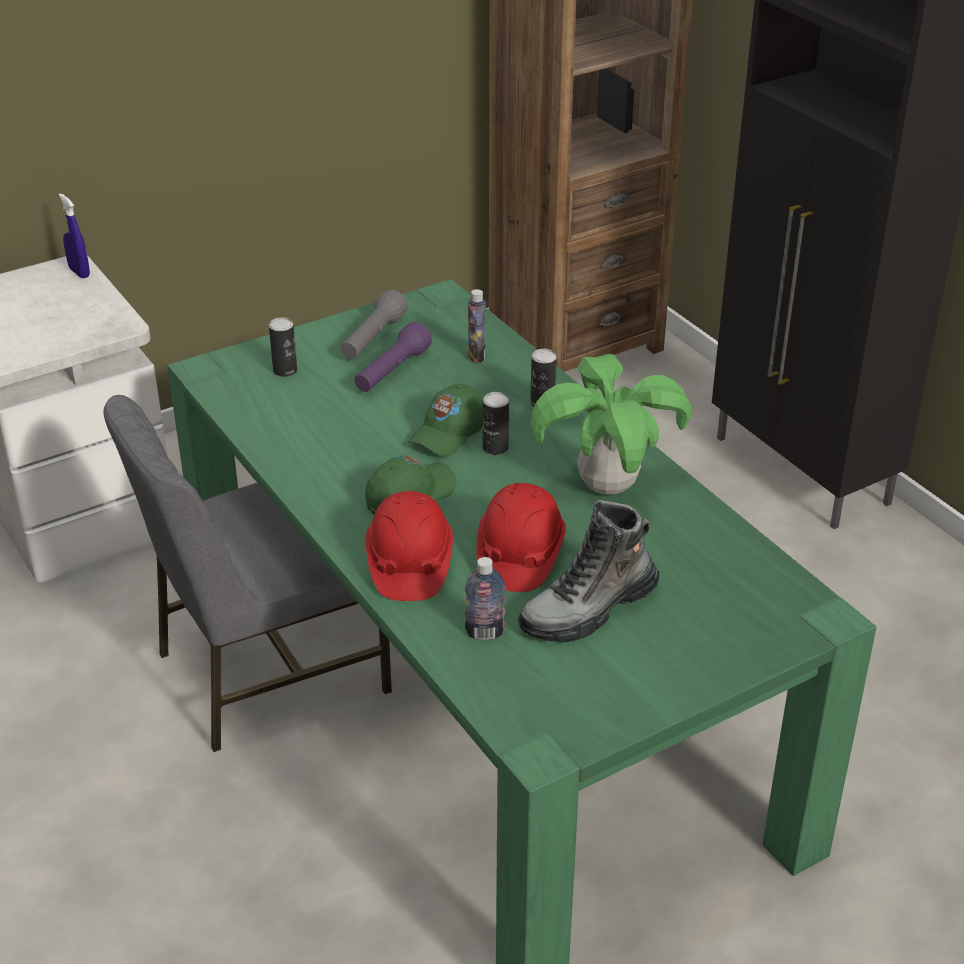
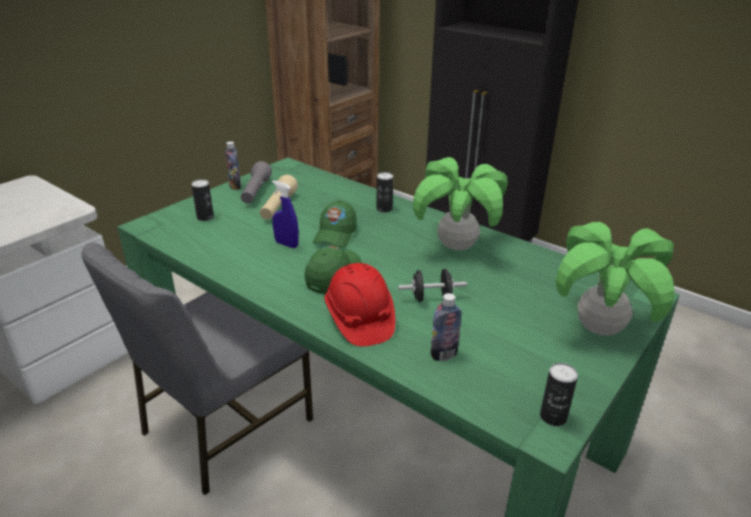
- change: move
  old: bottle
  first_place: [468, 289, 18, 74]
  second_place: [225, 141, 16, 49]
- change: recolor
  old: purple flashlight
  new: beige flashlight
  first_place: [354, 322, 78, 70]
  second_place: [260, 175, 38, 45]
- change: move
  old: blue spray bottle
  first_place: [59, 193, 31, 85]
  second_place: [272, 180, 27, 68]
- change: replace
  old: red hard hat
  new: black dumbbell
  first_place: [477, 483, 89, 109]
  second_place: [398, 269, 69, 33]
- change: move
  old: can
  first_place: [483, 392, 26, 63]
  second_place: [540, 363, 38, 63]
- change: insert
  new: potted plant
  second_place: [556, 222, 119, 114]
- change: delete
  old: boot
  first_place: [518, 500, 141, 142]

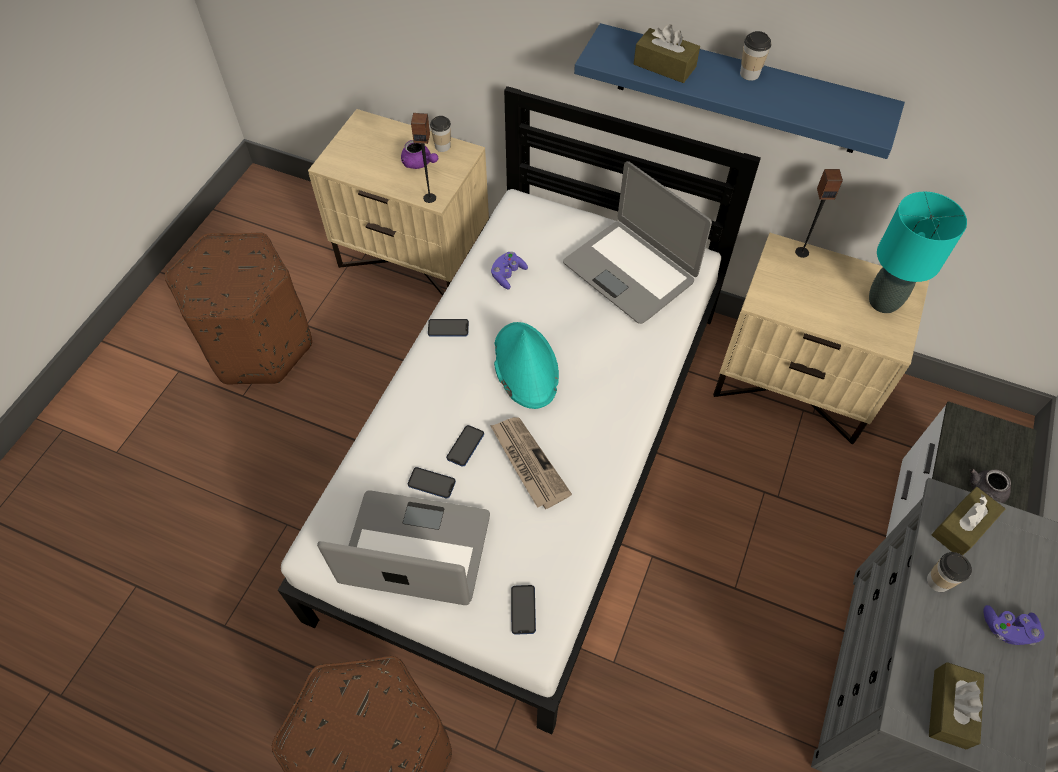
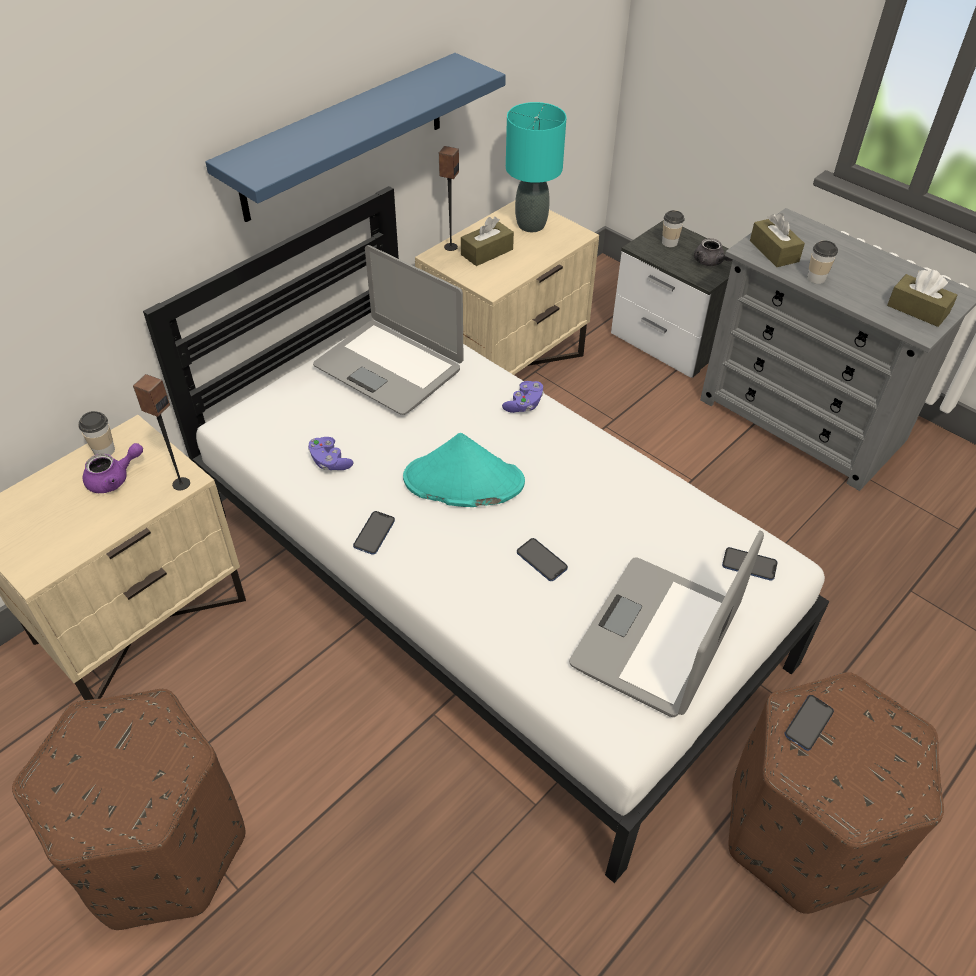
- change: rotate
  old: laptop
  first_place: [563, 161, 149, 163]
  second_place: [313, 245, 151, 170]
  degrees: 60
- change: move
  old: brown tissue box
  first_place: [634, 24, 66, 59]
  second_place: [461, 217, 53, 49]
- change: move
  old: purple game controller
  first_place: [983, 605, 62, 40]
  second_place: [502, 381, 42, 32]
- change: move
  old: cup
  first_place: [740, 31, 31, 50]
  second_place: [662, 210, 23, 37]
- change: move
  old: phone
  first_place: [408, 467, 48, 32]
  second_place: [784, 695, 50, 56]
- change: delete
  old: newspaper
  first_place: [490, 417, 82, 92]

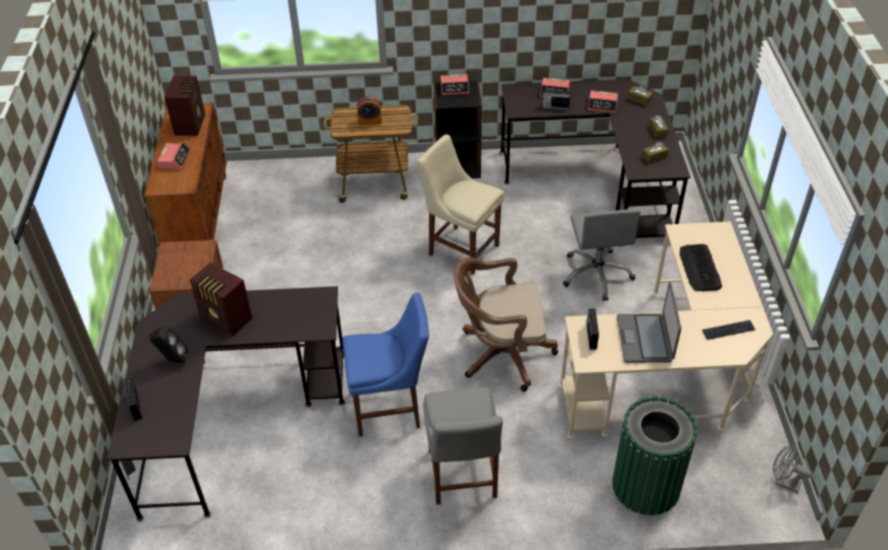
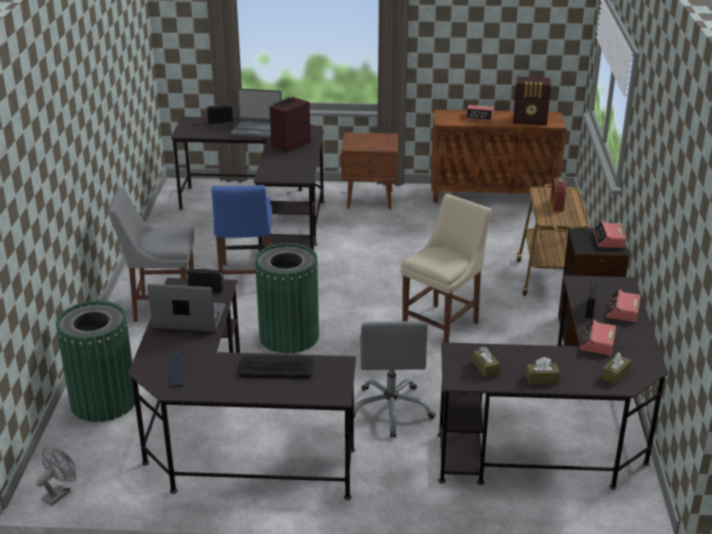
- change: recolor
  old: beige desk
  new: black desk
  first_place: [559, 221, 214, 217]
  second_place: [128, 278, 228, 222]
- change: replace
  old: black speaker
  new: laptop
  first_place: [149, 325, 39, 38]
  second_place: [231, 88, 51, 50]
- change: replace
  old: brown office chair
  new: green trash can
  first_place: [454, 257, 104, 135]
  second_place: [255, 243, 64, 110]
- change: rotate
  old: grey office chair
  first_place: [563, 209, 78, 92]
  second_place: [354, 321, 81, 117]
  degrees: -90

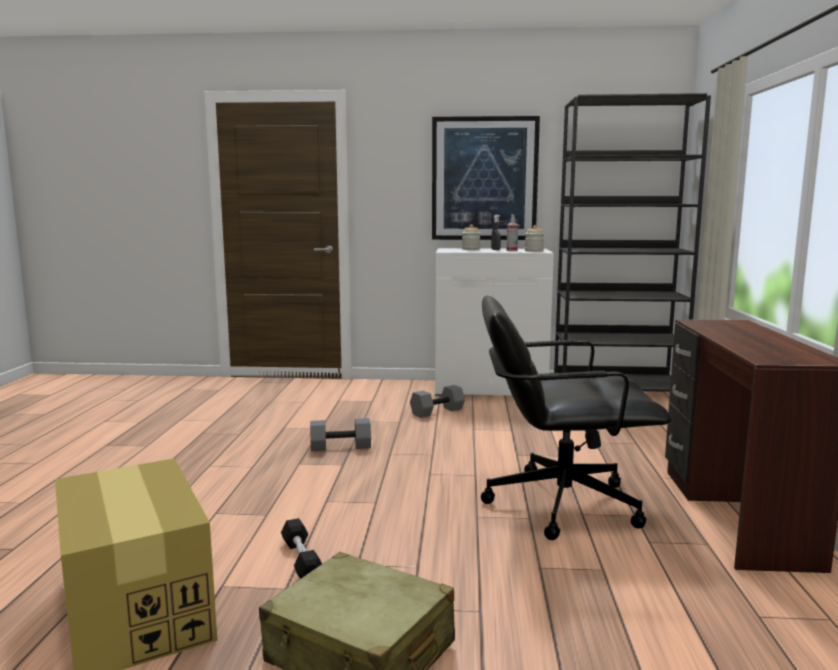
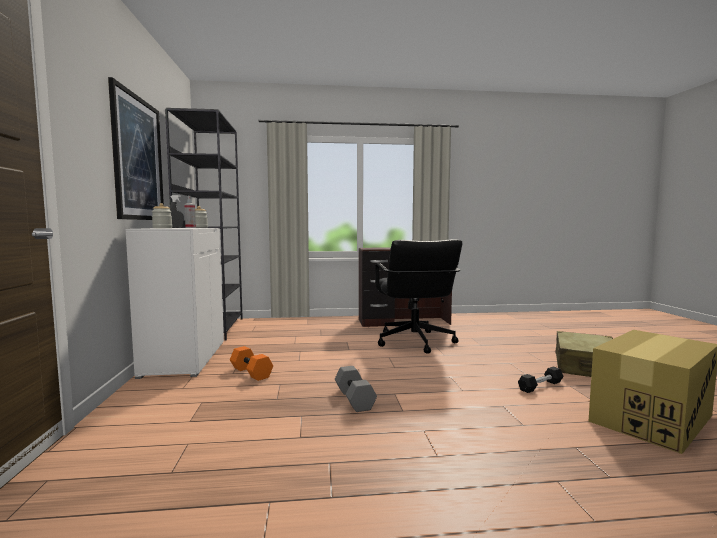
- change: recolor
  old: grey dumbbell
  new: orange dumbbell
  first_place: [410, 385, 55, 33]
  second_place: [230, 346, 43, 35]

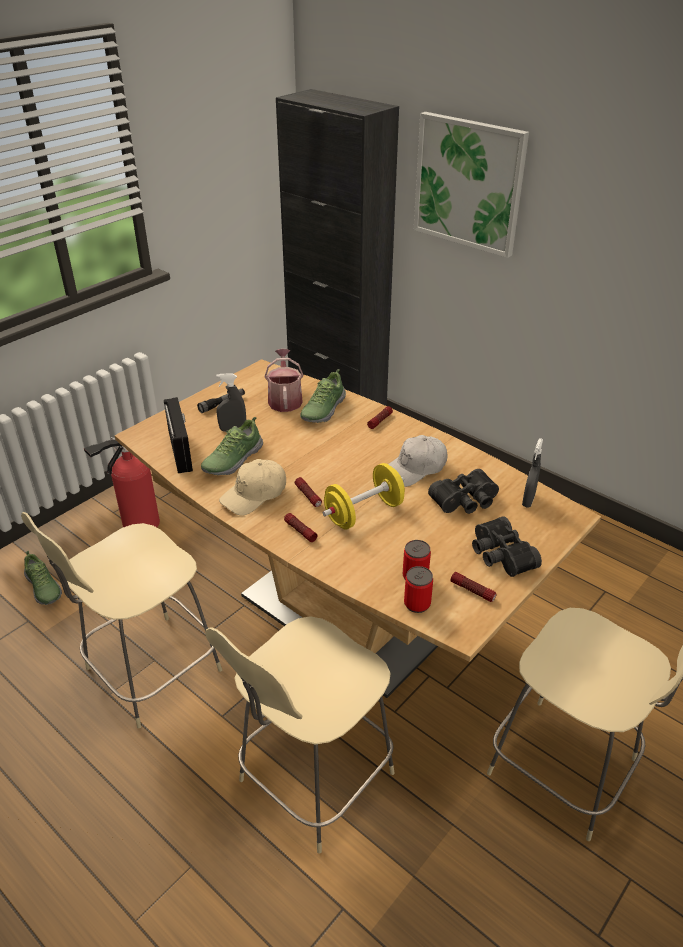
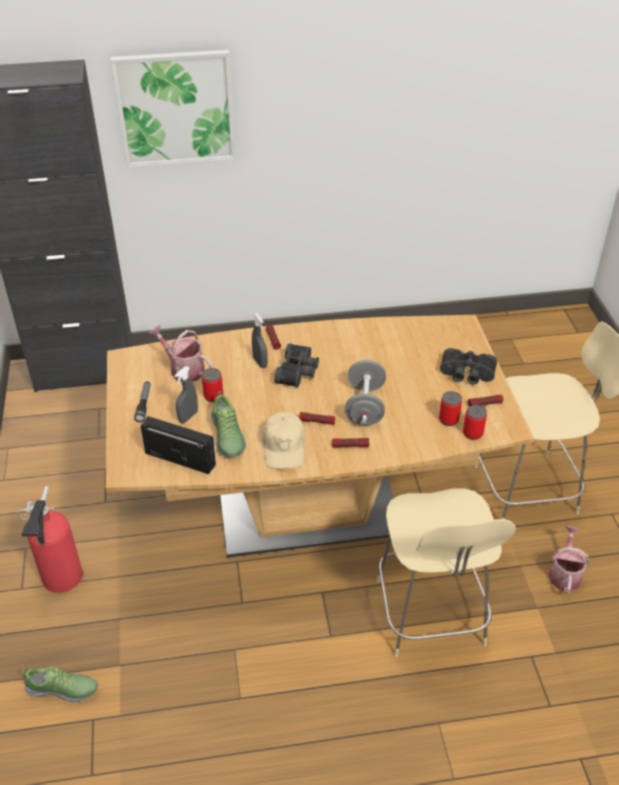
- change: insert
  new: can
  second_place: [202, 368, 21, 34]
- change: move
  old: grey spray bottle
  first_place: [522, 438, 21, 70]
  second_place: [252, 313, 16, 55]
- change: move
  old: black binoculars
  first_place: [428, 469, 71, 45]
  second_place: [274, 343, 45, 44]
- change: recolor
  old: yellow dumbbell
  new: grey dumbbell
  first_place: [323, 463, 82, 67]
  second_place: [345, 360, 41, 65]
- change: insert
  new: watering can
  second_place: [549, 525, 40, 69]
- change: delete
  old: beige stool
  first_place: [21, 512, 201, 217]
- change: delete
  old: shoe
  first_place: [300, 369, 46, 54]
- change: delete
  old: white cap
  first_place: [388, 435, 60, 52]

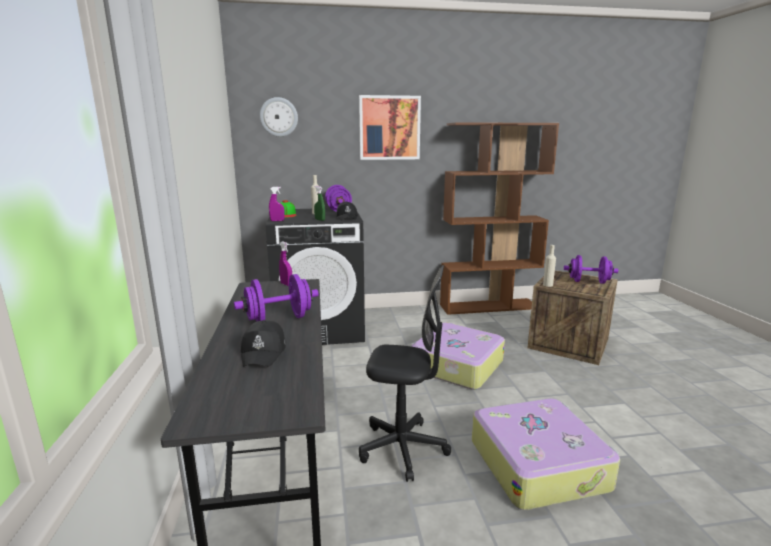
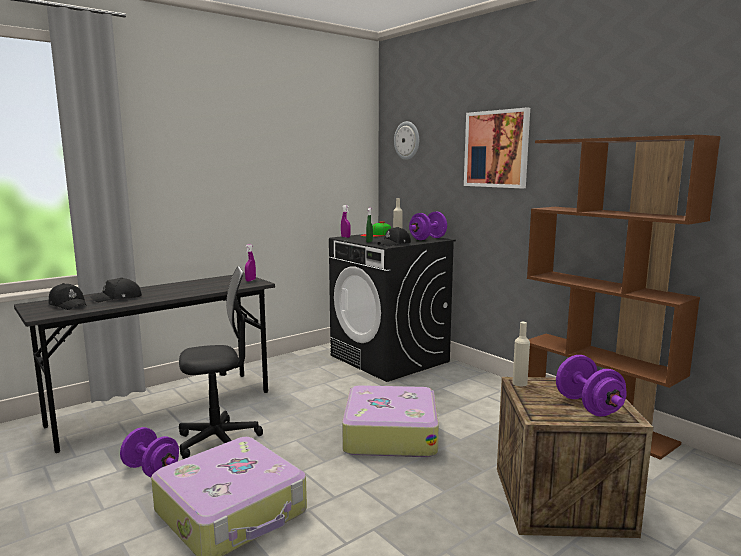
- change: insert
  new: black cap
  second_place: [48, 283, 39, 27]
- change: move
  old: purple dumbbell
  first_place: [234, 274, 85, 48]
  second_place: [120, 427, 59, 50]
- change: rotate
  old: black office chair
  first_place: [359, 265, 92, 217]
  second_place: [179, 266, 84, 193]
  degrees: -90

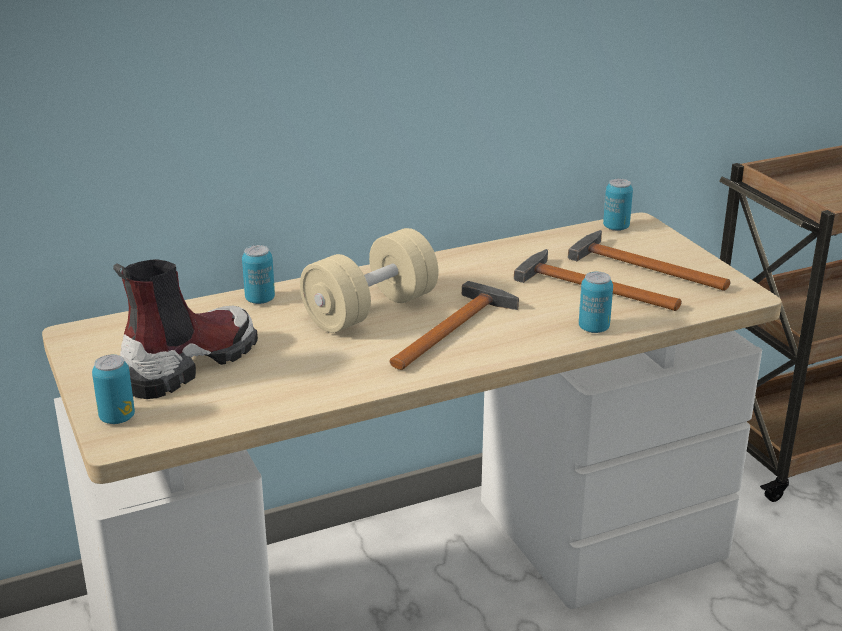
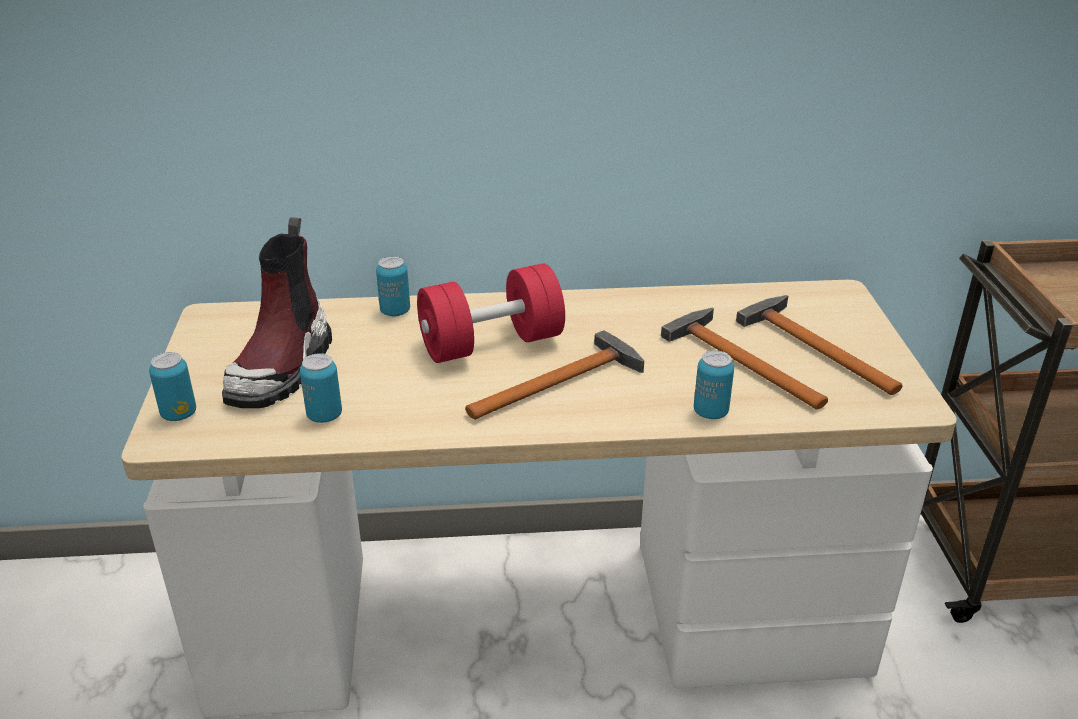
- change: rotate
  old: boot
  first_place: [113, 259, 145, 140]
  second_place: [222, 217, 110, 191]
  degrees: 135
- change: move
  old: can
  first_place: [603, 178, 30, 53]
  second_place: [300, 353, 42, 70]
- change: recolor
  old: beige dumbbell
  new: red dumbbell
  first_place: [300, 228, 139, 105]
  second_place: [417, 263, 148, 100]

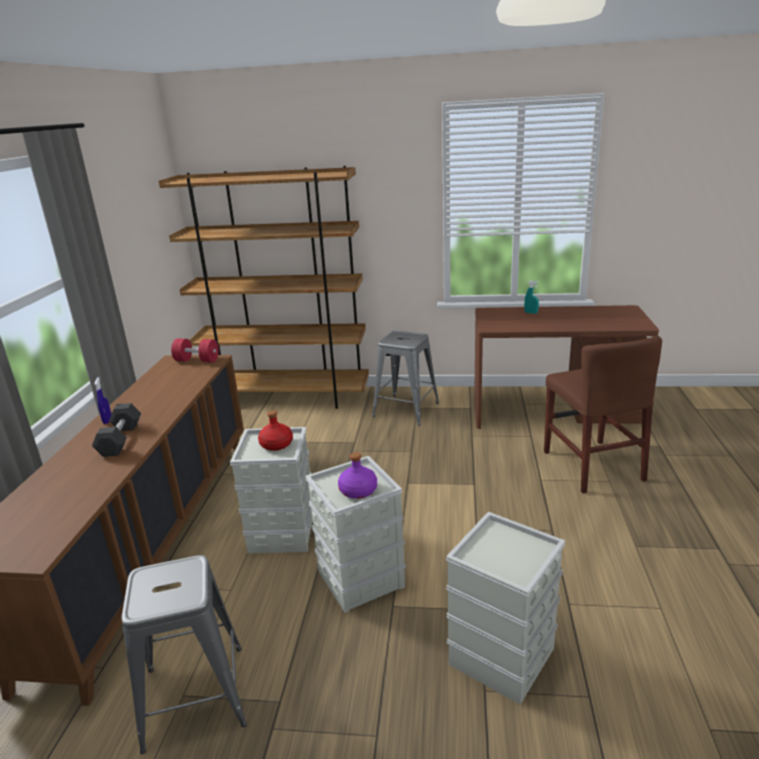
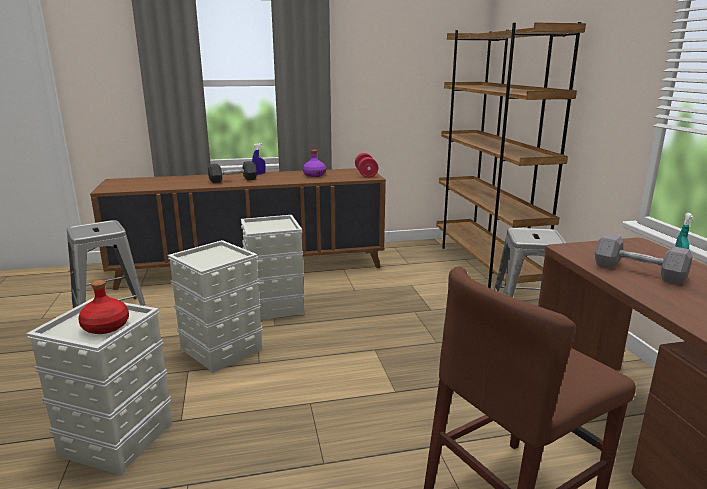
- change: move
  old: red bottle
  first_place: [258, 410, 35, 41]
  second_place: [78, 280, 51, 54]
- change: move
  old: purple bottle
  first_place: [338, 452, 39, 47]
  second_place: [303, 150, 23, 27]
- change: insert
  new: grey dumbbell
  second_place: [595, 233, 97, 52]

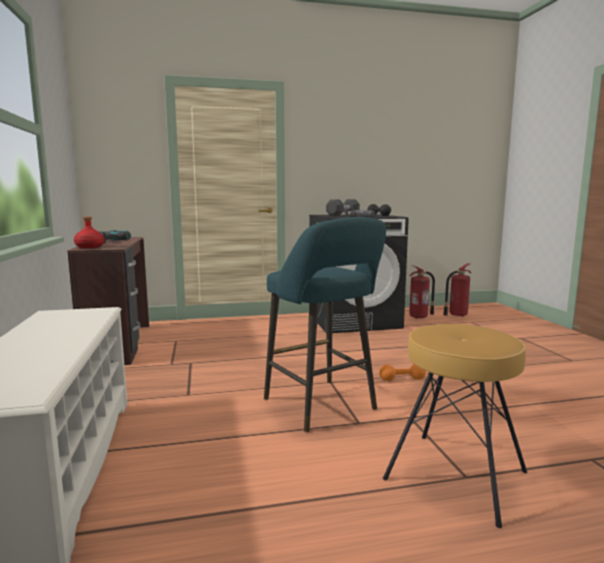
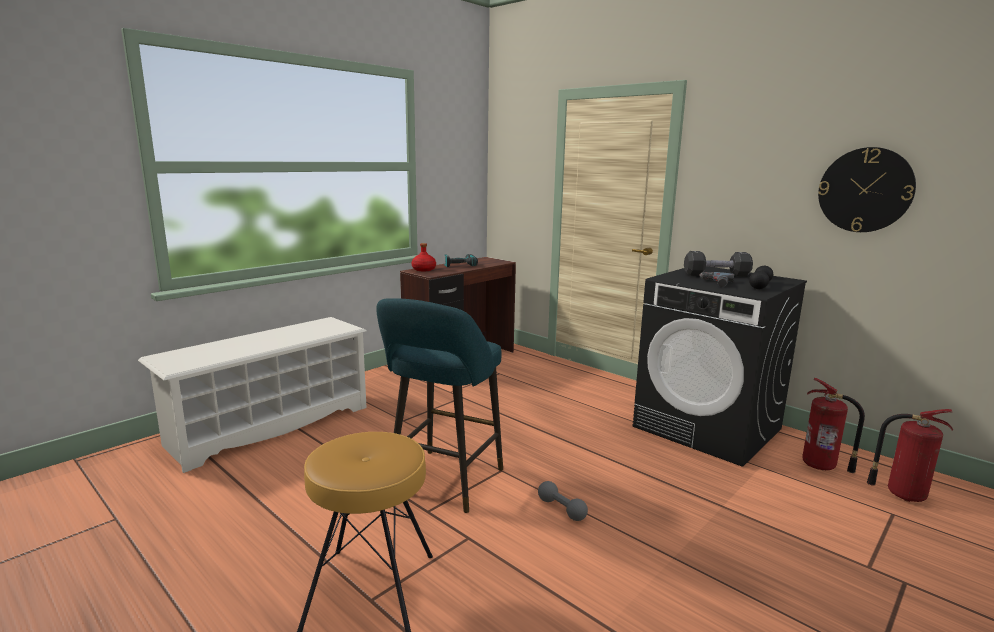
- change: recolor
  old: orange dumbbell
  new: grey dumbbell
  first_place: [379, 364, 47, 17]
  second_place: [538, 481, 50, 40]
- change: insert
  new: wall clock
  second_place: [818, 147, 98, 85]

